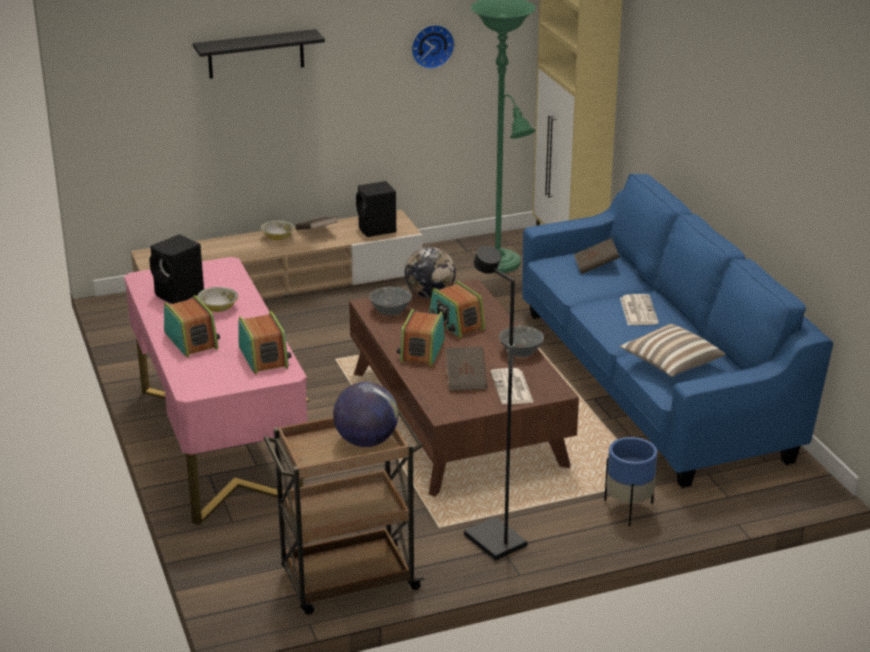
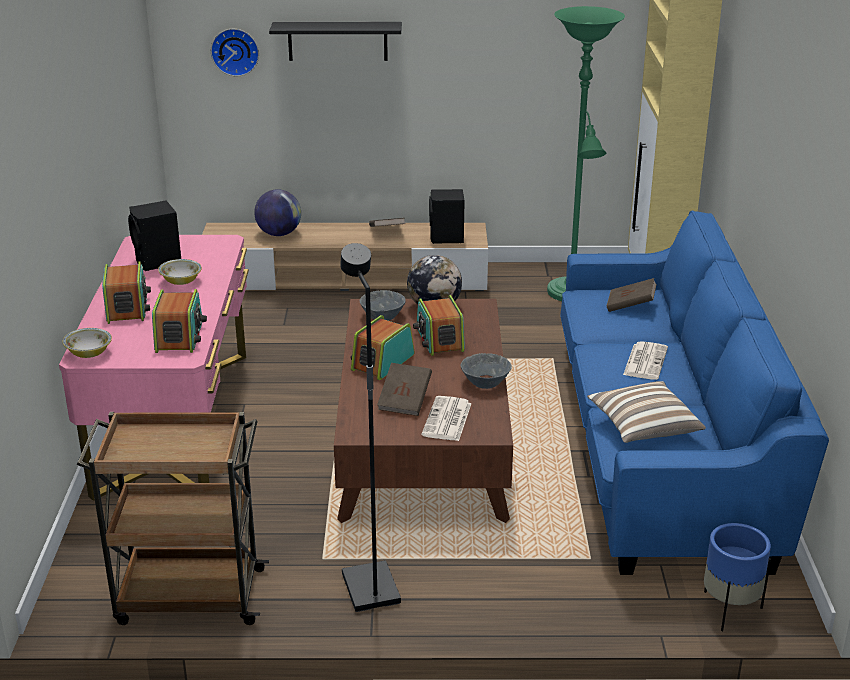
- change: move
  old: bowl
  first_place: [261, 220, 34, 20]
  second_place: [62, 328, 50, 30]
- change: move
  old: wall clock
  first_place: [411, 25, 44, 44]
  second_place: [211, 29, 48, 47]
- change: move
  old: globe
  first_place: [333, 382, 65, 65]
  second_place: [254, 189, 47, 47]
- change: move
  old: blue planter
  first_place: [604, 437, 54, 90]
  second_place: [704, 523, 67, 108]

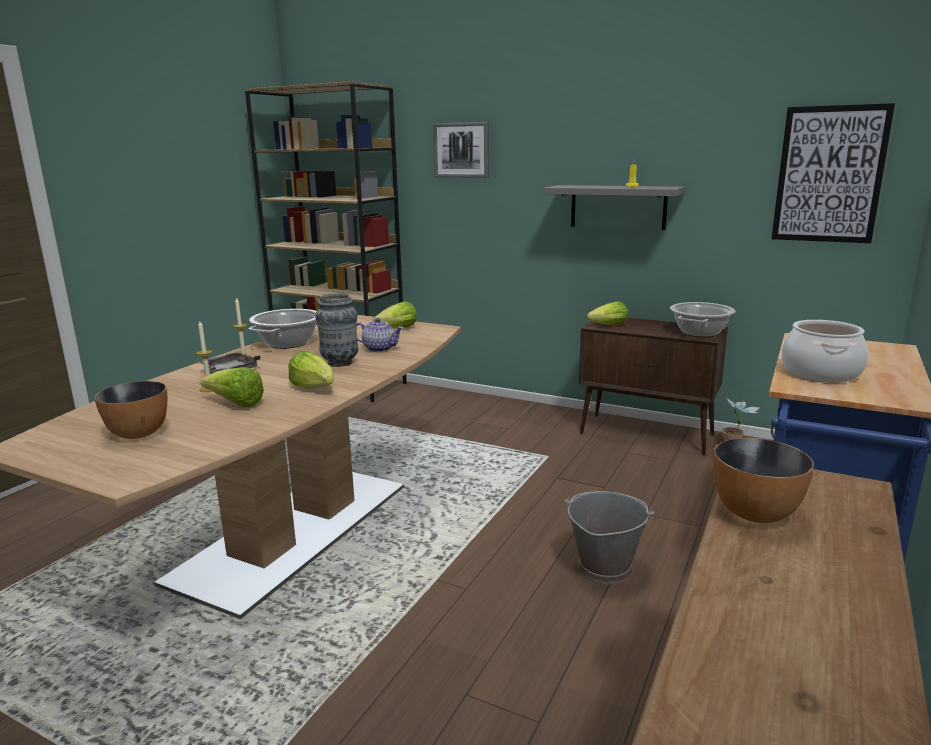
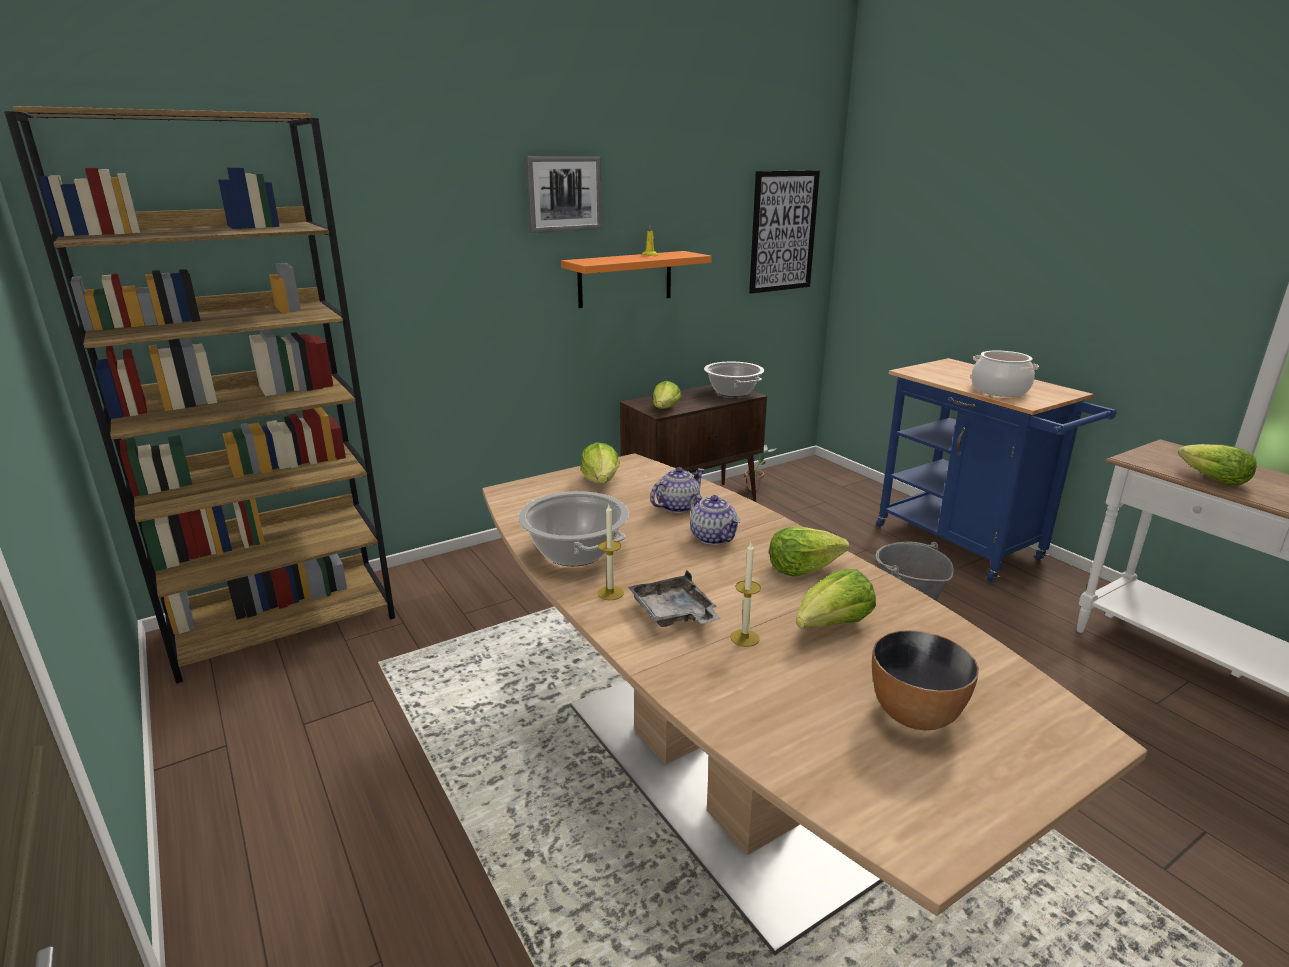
- change: move
  old: picture
  first_place: [433, 122, 56, 56]
  second_place: [525, 156, 77, 77]
- change: recolor
  old: grey shelf
  new: orange shelf
  first_place: [544, 185, 141, 45]
  second_place: [561, 251, 151, 57]
- change: replace
  old: vase
  new: teapot
  first_place: [315, 293, 43, 74]
  second_place: [689, 493, 52, 52]
- change: replace
  old: bowl
  new: lettuce
  first_place: [713, 438, 101, 85]
  second_place: [1178, 444, 79, 41]

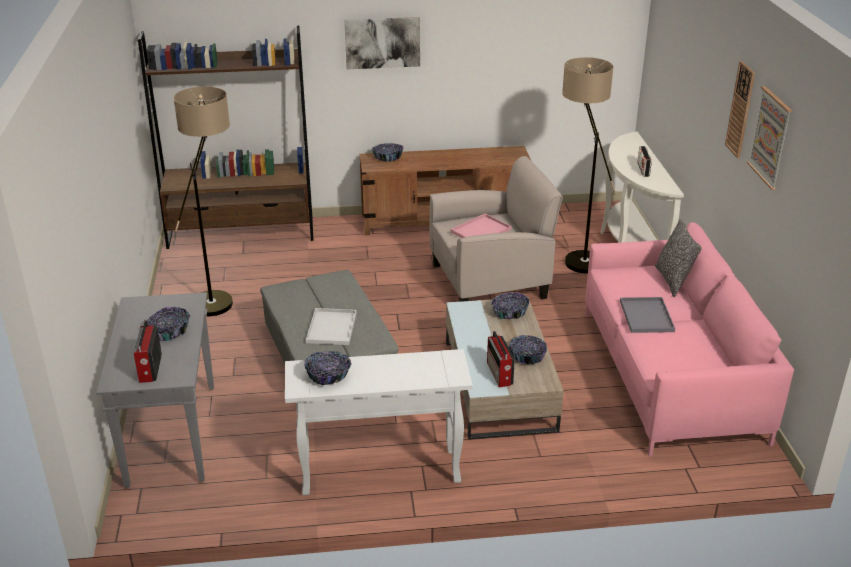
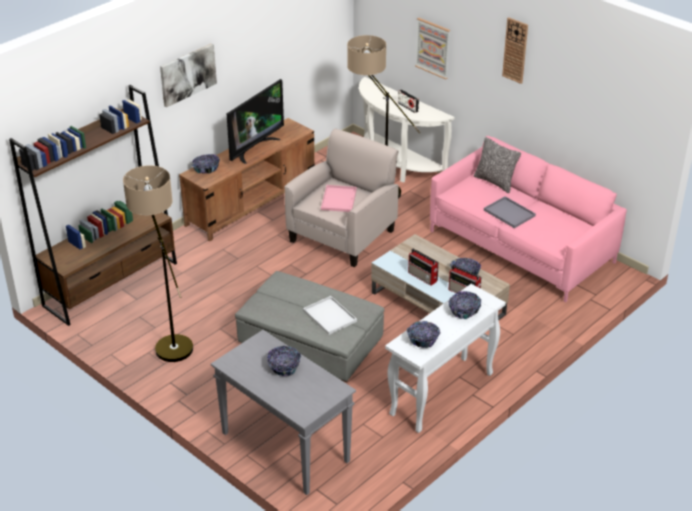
- change: insert
  new: television
  second_place: [227, 79, 57, 85]
- change: move
  old: radio
  first_place: [134, 320, 28, 63]
  second_place: [408, 248, 31, 38]
- change: move
  old: picture
  first_place: [747, 86, 45, 104]
  second_place: [415, 18, 35, 61]
- change: move
  old: bowl
  first_place: [491, 292, 38, 27]
  second_place: [448, 291, 33, 28]

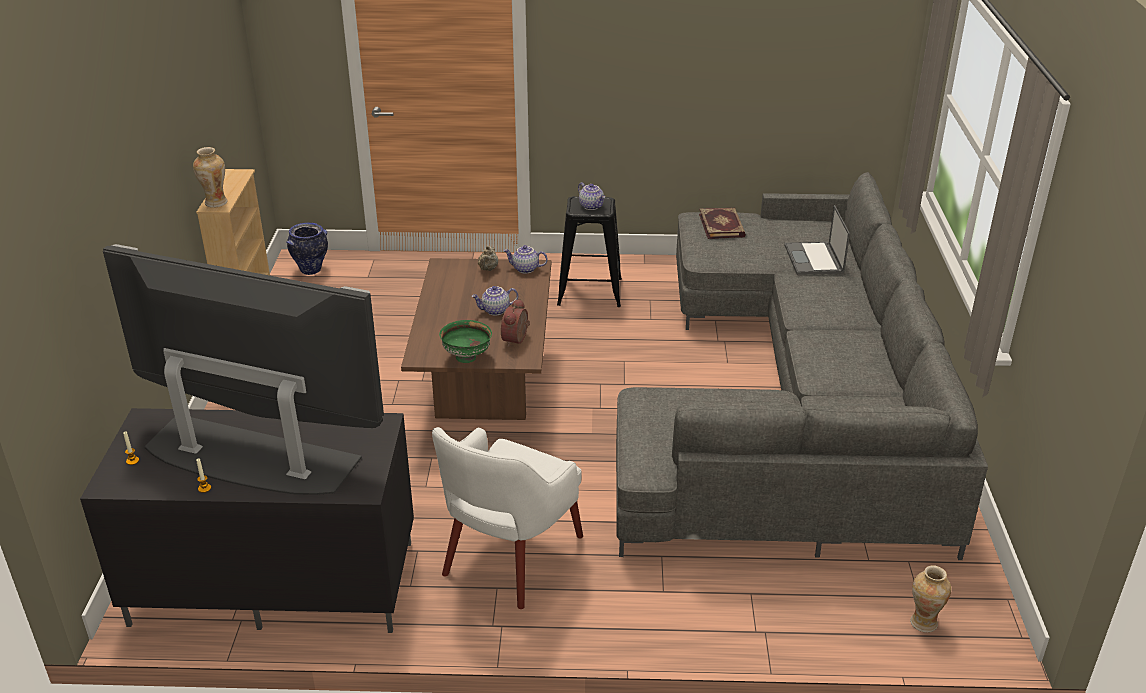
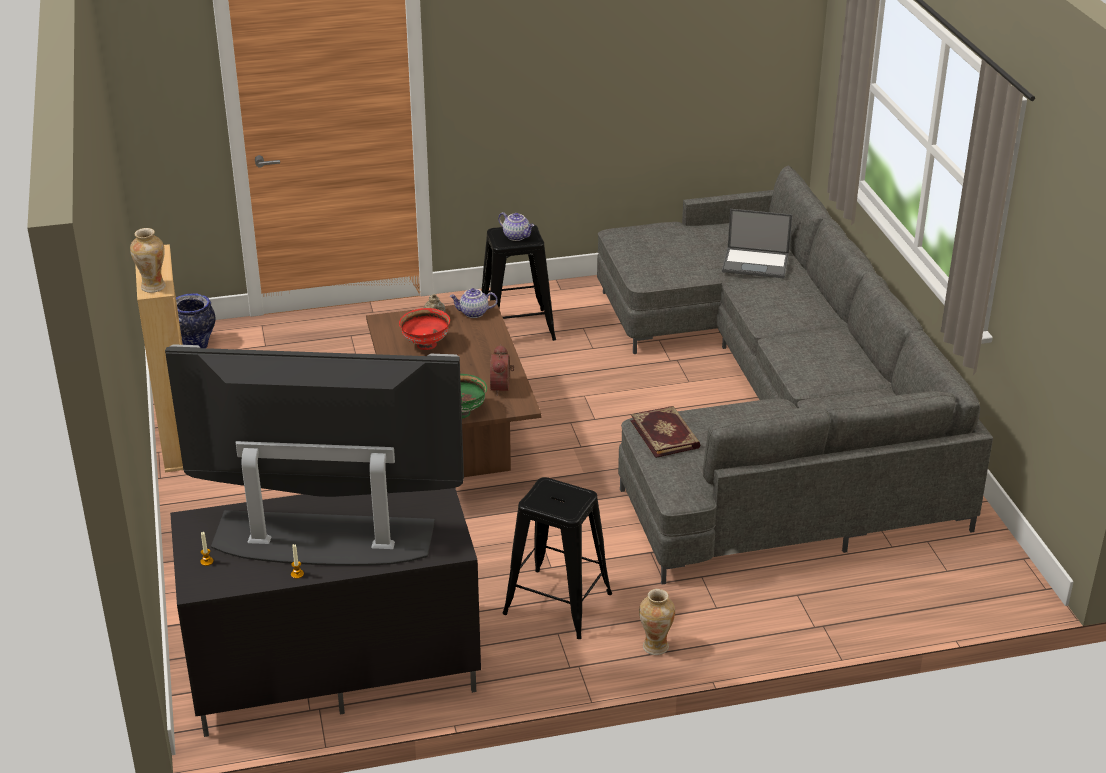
- change: insert
  new: red bowl
  second_place: [399, 308, 51, 42]
- change: replace
  old: white armchair
  new: black stool
  first_place: [432, 427, 151, 182]
  second_place: [502, 477, 110, 162]
- change: move
  old: book
  first_place: [699, 207, 47, 32]
  second_place: [631, 406, 70, 52]
- change: move
  old: vase
  first_place: [910, 565, 41, 68]
  second_place: [639, 589, 36, 66]
- change: rotate
  old: laptop
  first_place: [784, 205, 66, 70]
  second_place: [722, 209, 70, 69]
  degrees: -60
- change: delete
  old: teapot
  first_place: [471, 286, 47, 30]

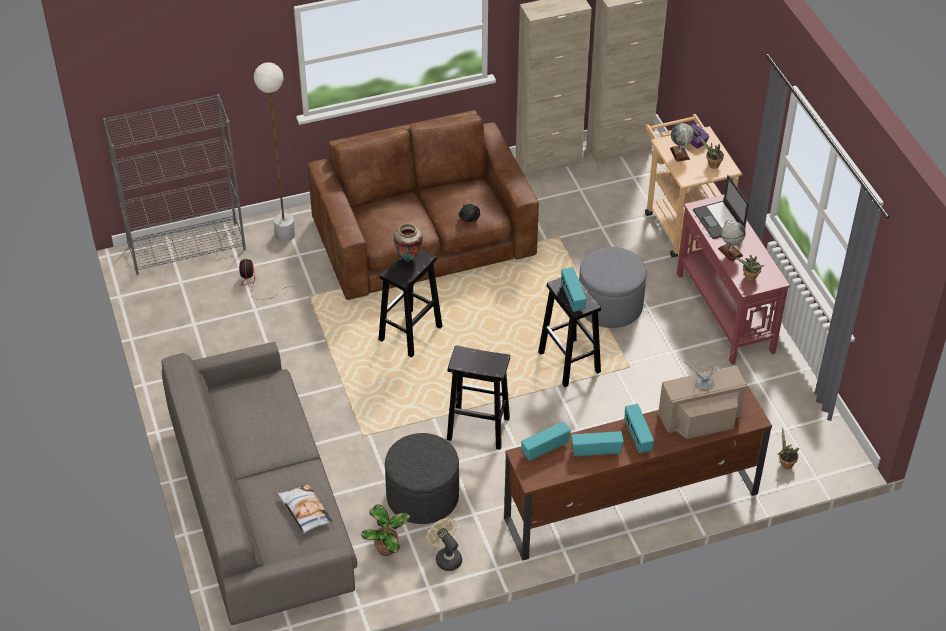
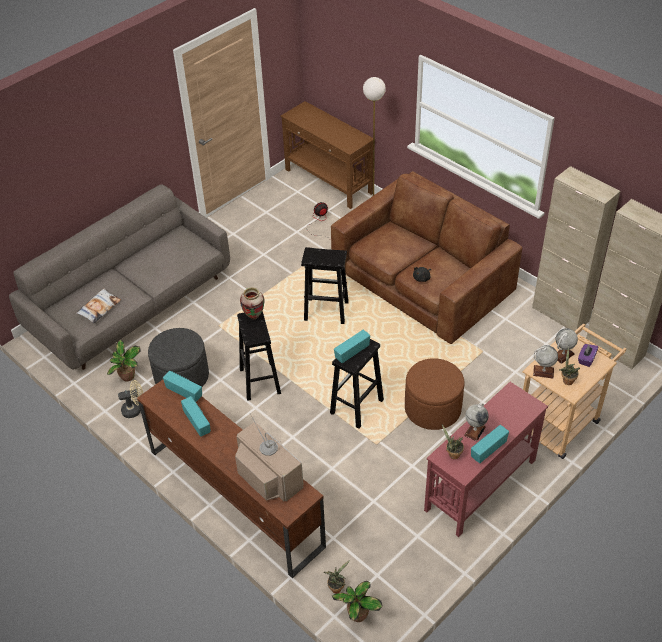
- change: rotate
  old: beige fan
  first_place: [427, 518, 35, 53]
  second_place: [118, 380, 25, 38]
  degrees: 45
- change: move
  old: vase
  first_place: [394, 223, 29, 39]
  second_place: [240, 287, 24, 32]
- change: replace
  old: grey bookcase
  new: brown console table
  first_place: [103, 94, 143, 181]
  second_place: [281, 101, 92, 108]
- change: insert
  new: potted plant
  second_place: [332, 581, 51, 41]
- change: recolor
  old: grey ottoman
  new: brown ottoman
  first_place: [579, 247, 68, 81]
  second_place: [405, 358, 60, 72]
- change: move
  old: radio
  first_place: [625, 404, 29, 49]
  second_place: [471, 425, 38, 38]
- change: insert
  new: globe
  second_place: [533, 345, 25, 33]
- change: delete
  old: laptop
  first_place: [693, 175, 56, 64]

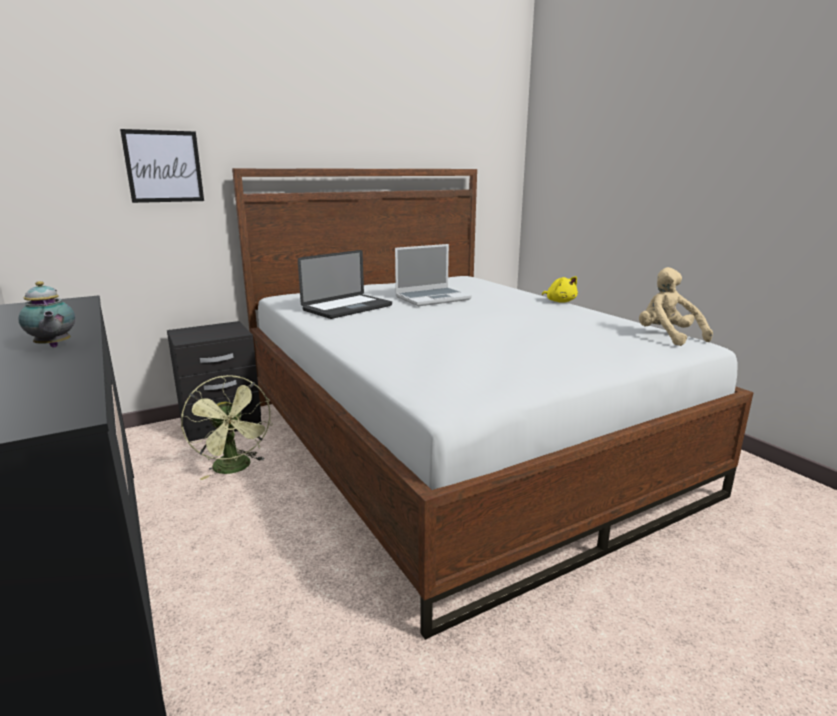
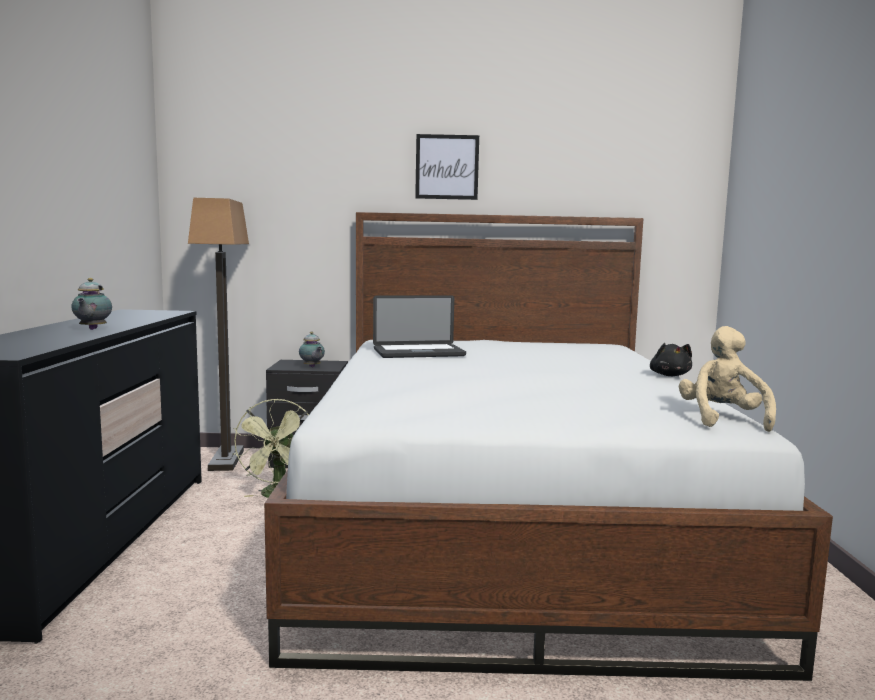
- change: insert
  new: floor lamp
  second_place: [188, 198, 61, 273]
- change: insert
  new: teapot
  second_place: [299, 332, 26, 36]
- change: move
  old: picture
  first_place: [120, 129, 84, 74]
  second_place: [415, 134, 64, 66]
- change: recolor
  old: yellow plush toy
  new: black plush toy
  first_place: [542, 276, 36, 27]
  second_place: [650, 343, 42, 33]
- change: delete
  old: laptop
  first_place: [395, 244, 77, 62]

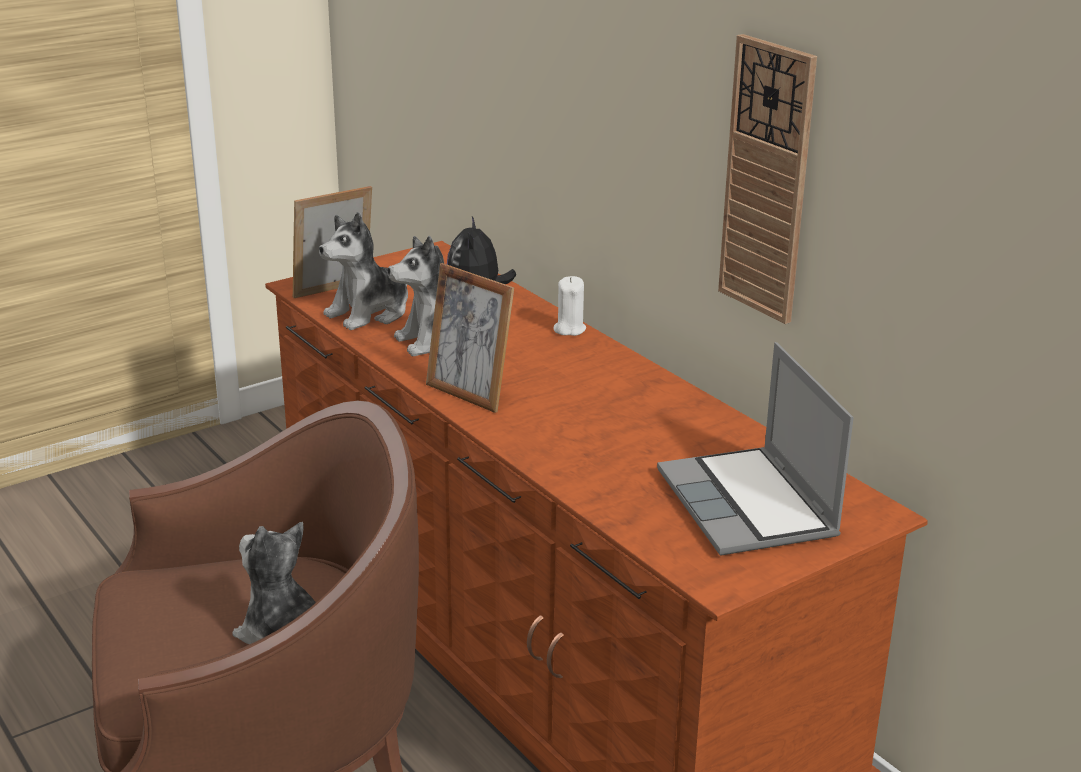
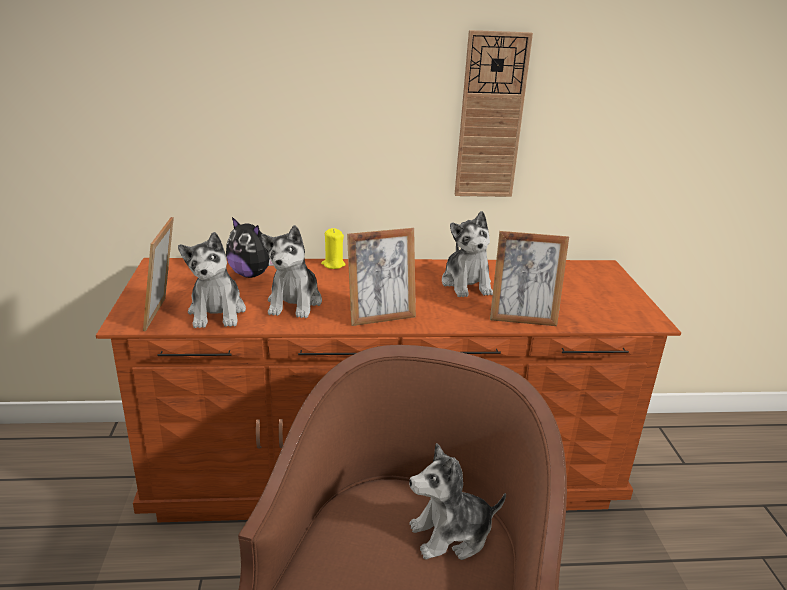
- change: recolor
  old: white candle
  new: yellow candle
  first_place: [554, 276, 32, 60]
  second_place: [321, 228, 25, 41]
- change: insert
  new: plush toy
  second_place: [442, 211, 51, 86]
- change: insert
  new: picture frame
  second_place: [490, 231, 79, 95]
- change: delete
  old: laptop
  first_place: [657, 342, 197, 214]

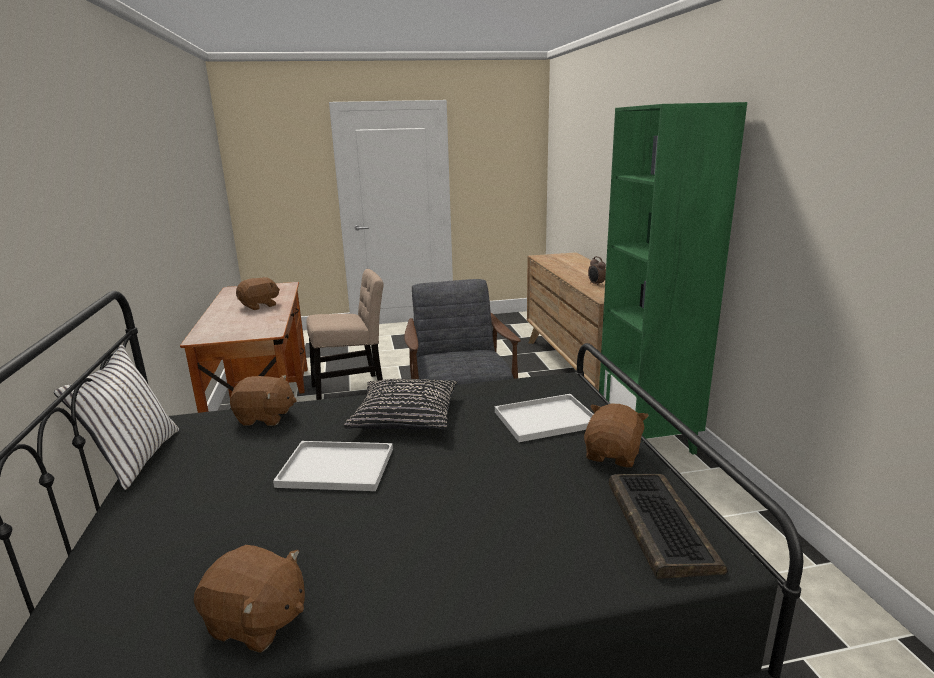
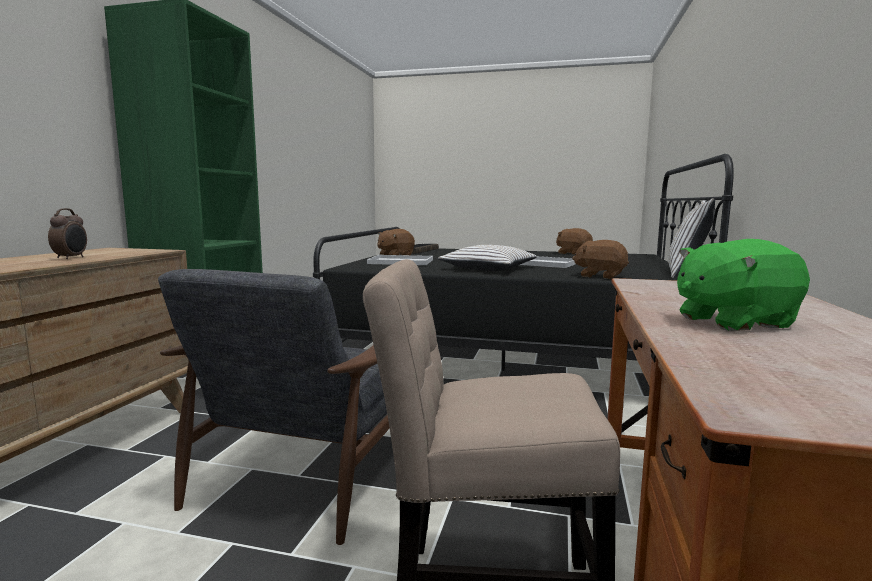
- change: recolor
  old: black pillow
  new: white pillow
  first_place: [344, 379, 114, 51]
  second_place: [438, 245, 99, 26]
- change: recolor
  old: brown plush toy
  new: green plush toy
  first_place: [236, 277, 44, 33]
  second_place: [677, 239, 133, 92]

